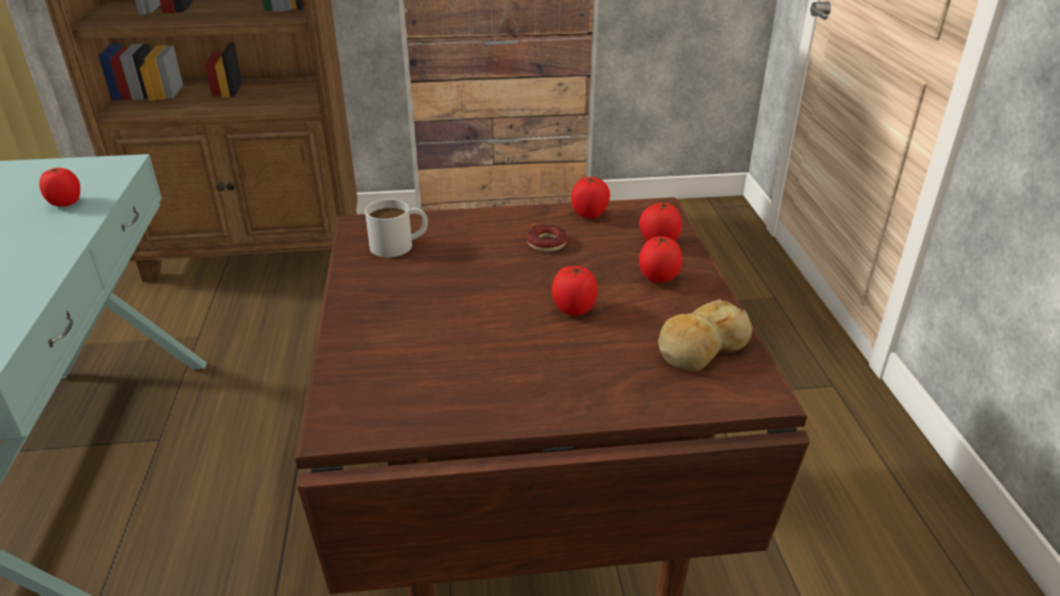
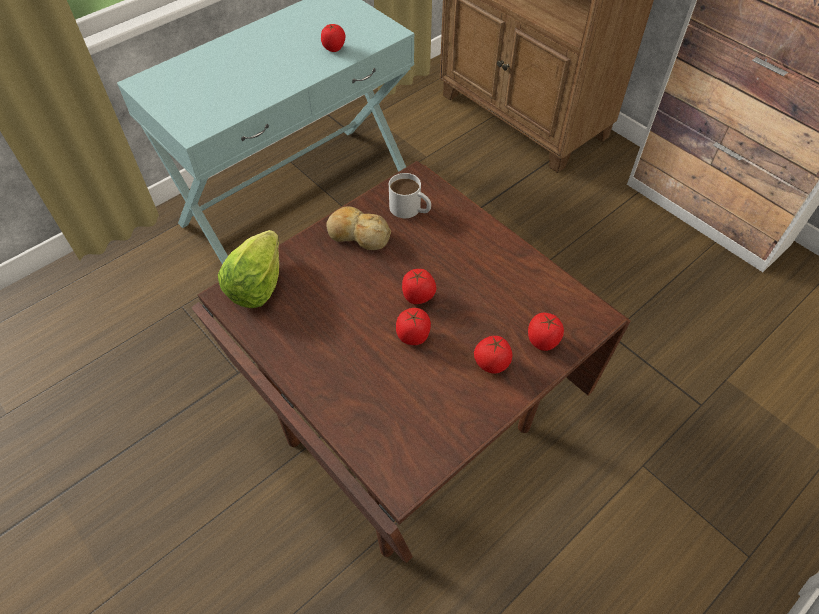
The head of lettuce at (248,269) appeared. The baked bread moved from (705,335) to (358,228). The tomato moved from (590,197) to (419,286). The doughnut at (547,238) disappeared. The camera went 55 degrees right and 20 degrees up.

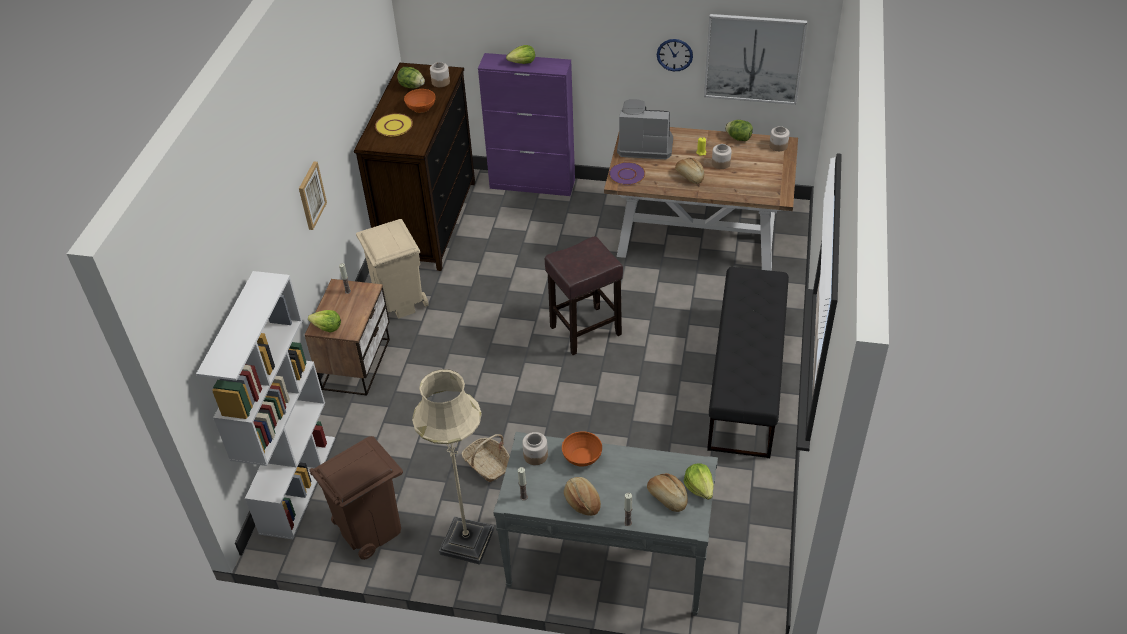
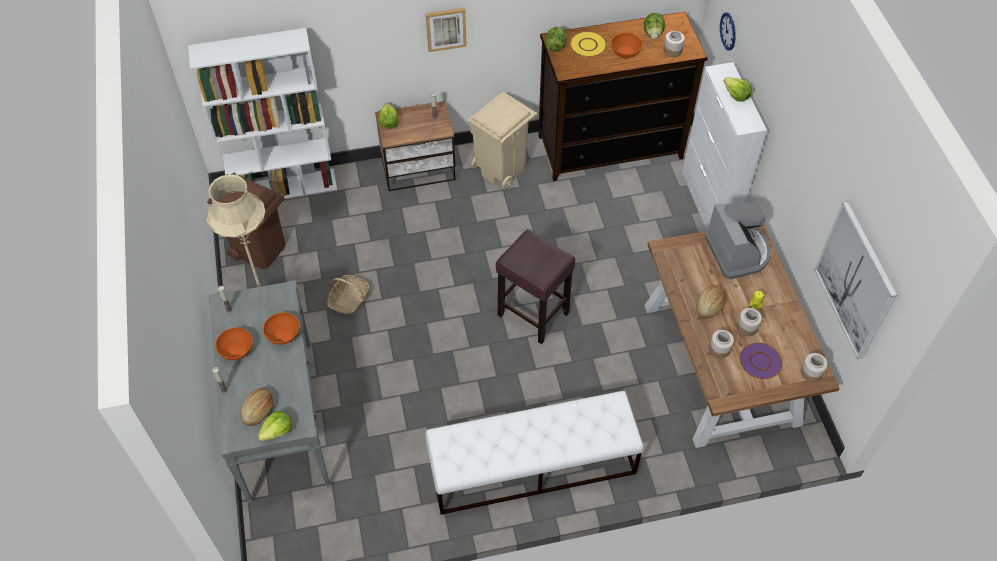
The baked bread at (582,496) was replaced by the deep dish in orange-coloured at (234,343). The long seat in blackish at (748,362) became the long seat in white-coloured at (534,453). The head of lettuce moved from (739,130) to (556,39). The storage cabinet in purplish at (526,124) became the storage cabinet in white-coloured at (724,146). The preserve jar moved from (535,448) to (721,344). The clock on the wall moved from (675,55) to (728,31). The dinner plate in purplish moved from (627,173) to (761,360). The camera went 65 degrees right and 10 degrees up.

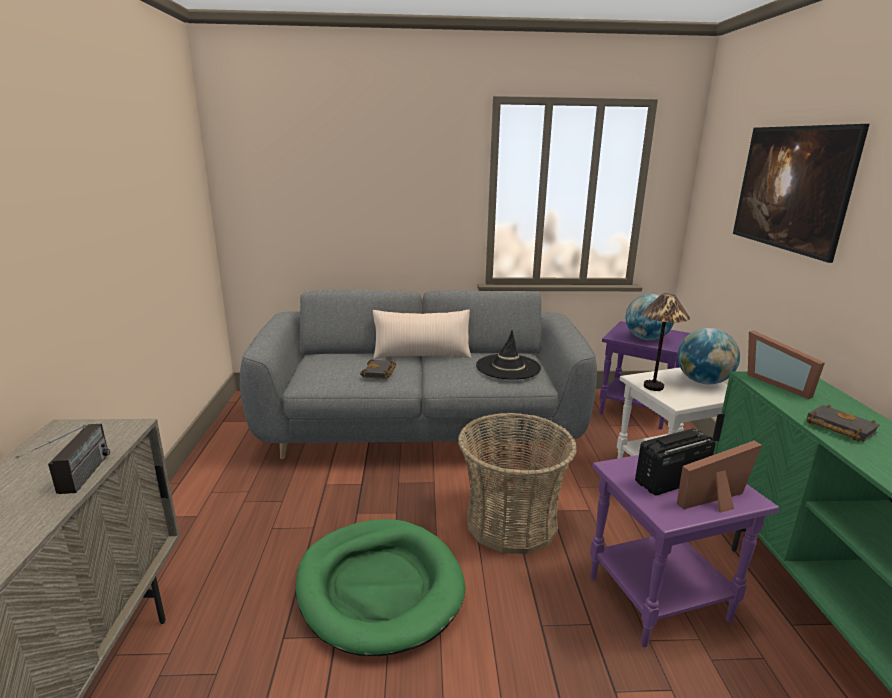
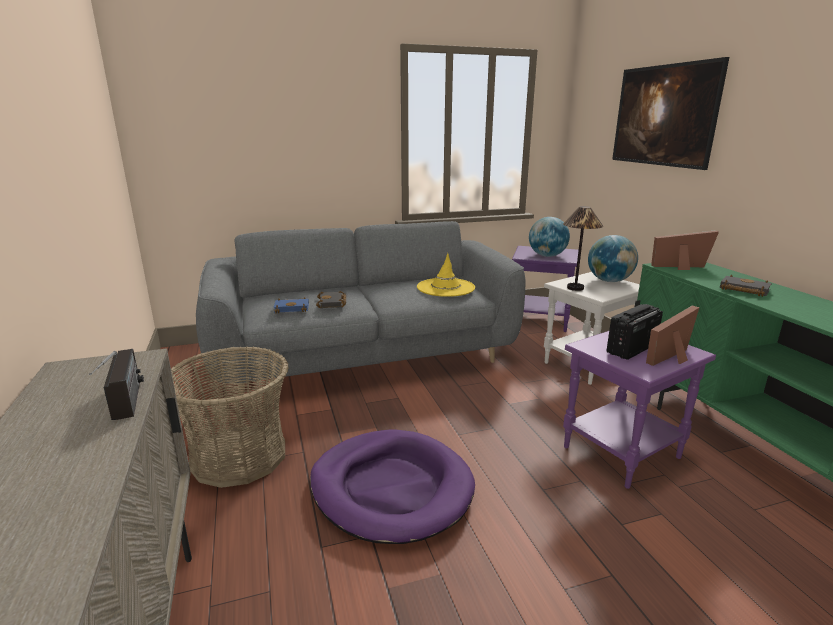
The household basket moved from (517,483) to (230,417). The volume in blue at (291,305) appeared. The dog cushion in greenish at (380,587) became the dog cushion in purplish at (392,486). The wearable hat in blackish at (508,355) became the wearable hat in yellow at (446,275). The photo frame at (786,364) turned 135 degrees clockwise. The pillow in beige at (422,334) disappeared. The camera went 15 degrees left and 0 degrees up.

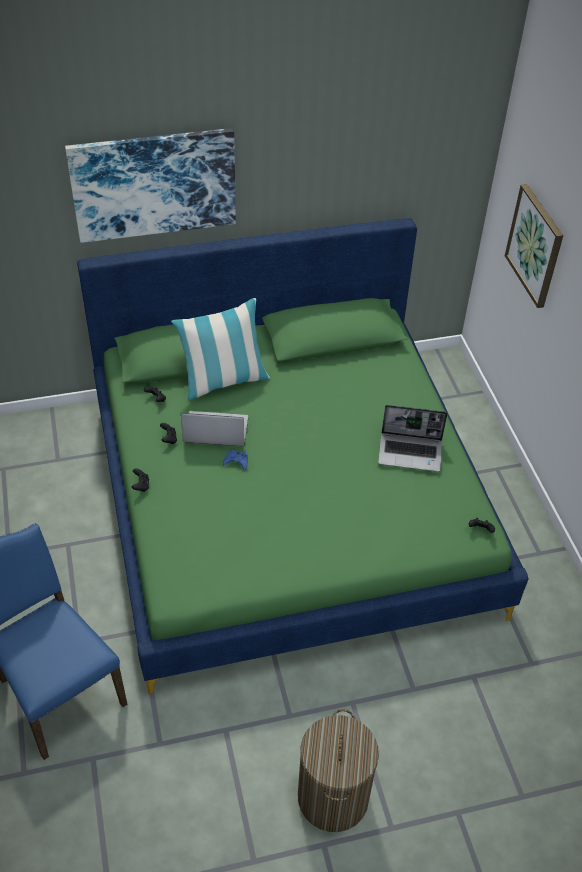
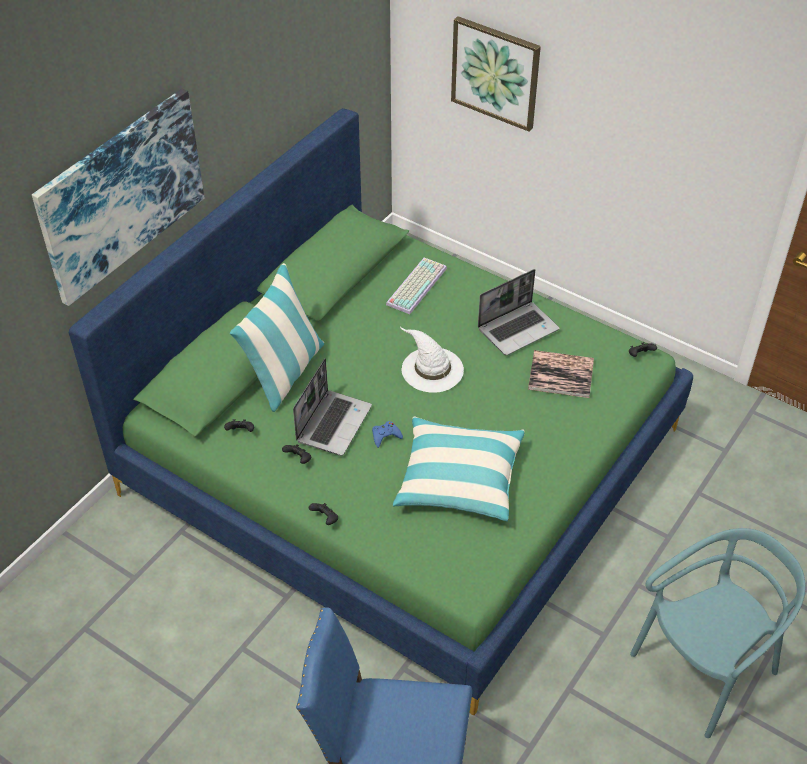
The notebook computer at (214,428) turned 150 degrees clockwise. The computer keyboard at (416,286) appeared. The pillow at (459,469) appeared. The wearable hat in white-coloured at (432,360) appeared. The volume at (561,374) appeared. The hamper at (338,770) was replaced by the chair in turquoise-coloured at (718,633). The camera went 40 degrees left and 0 degrees up.

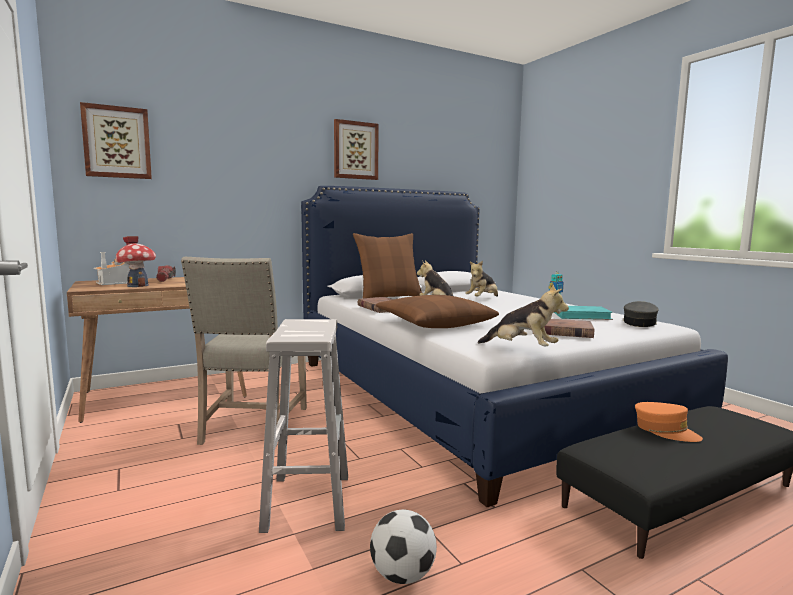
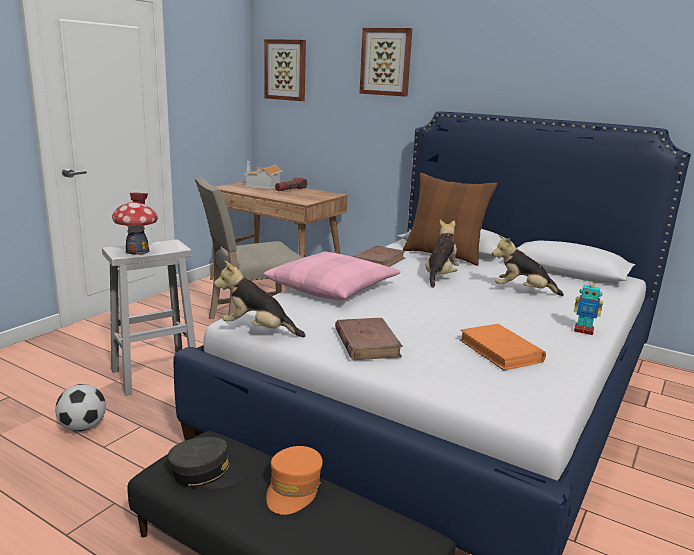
The toy house moved from (135,261) to (135,224). The baseball cap in grey moved from (640,314) to (207,463). The cuddly toy at (523,315) turned 105 degrees clockwise. The pillow in brown-coloured at (437,311) became the pillow in pink-coloured at (332,275). The wall art moved from (356,149) to (386,62). The volume in turquoise-coloured at (583,313) became the volume in orange-coloured at (502,347). The camera went 60 degrees right and 10 degrees up.

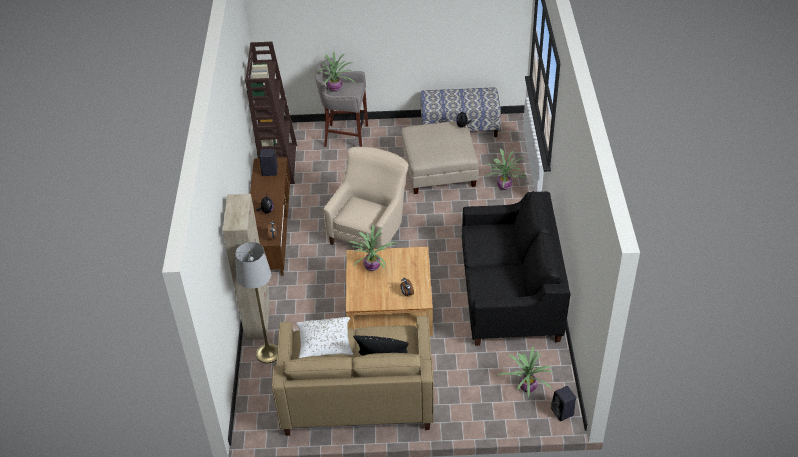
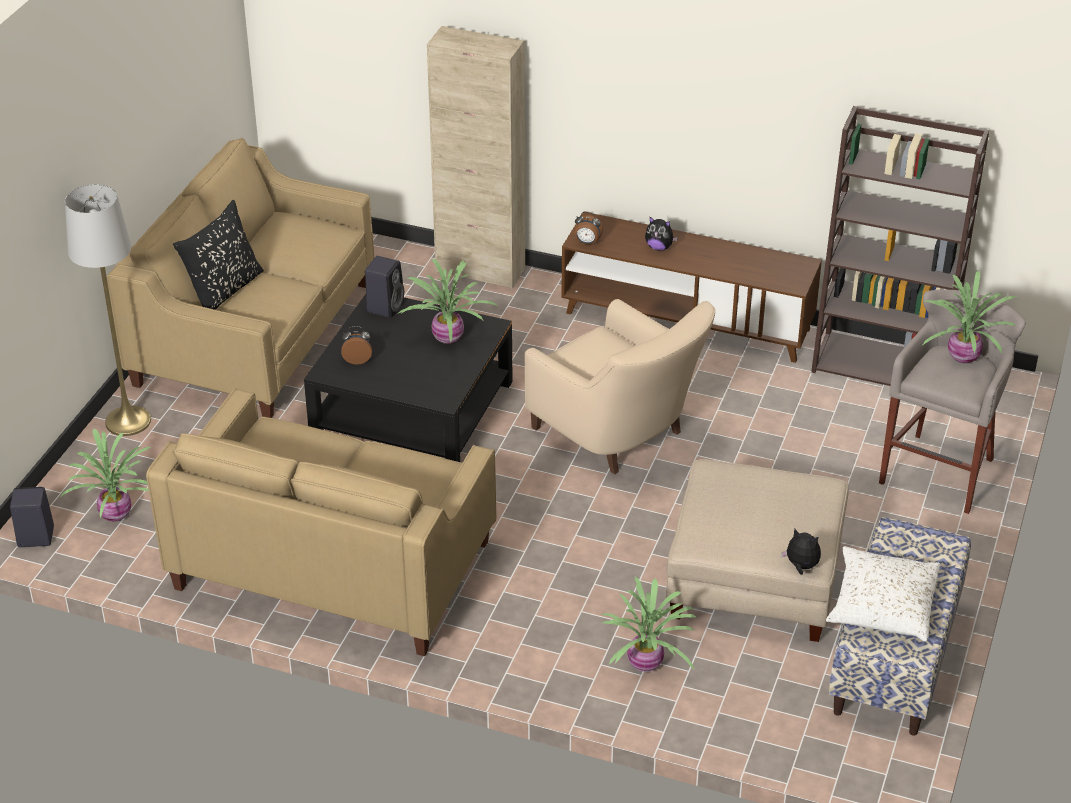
The standing lamp in grey moved from (256,302) to (108,310). The settee in blackish at (516,268) became the settee in beige at (321,522). The lounge table in beige at (389,291) became the lounge table in blackish at (408,378). The speaker in blackish moved from (268,162) to (384,287). The pillow in white-coloured moved from (324,337) to (883,593). The camera went 110 degrees right and 5 degrees down.

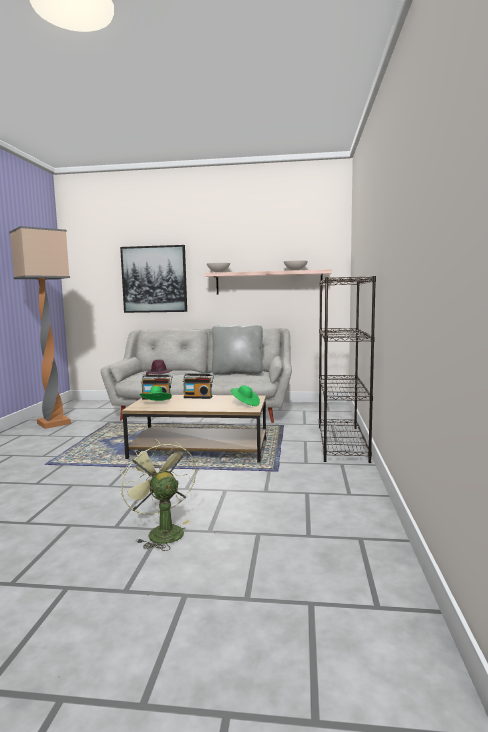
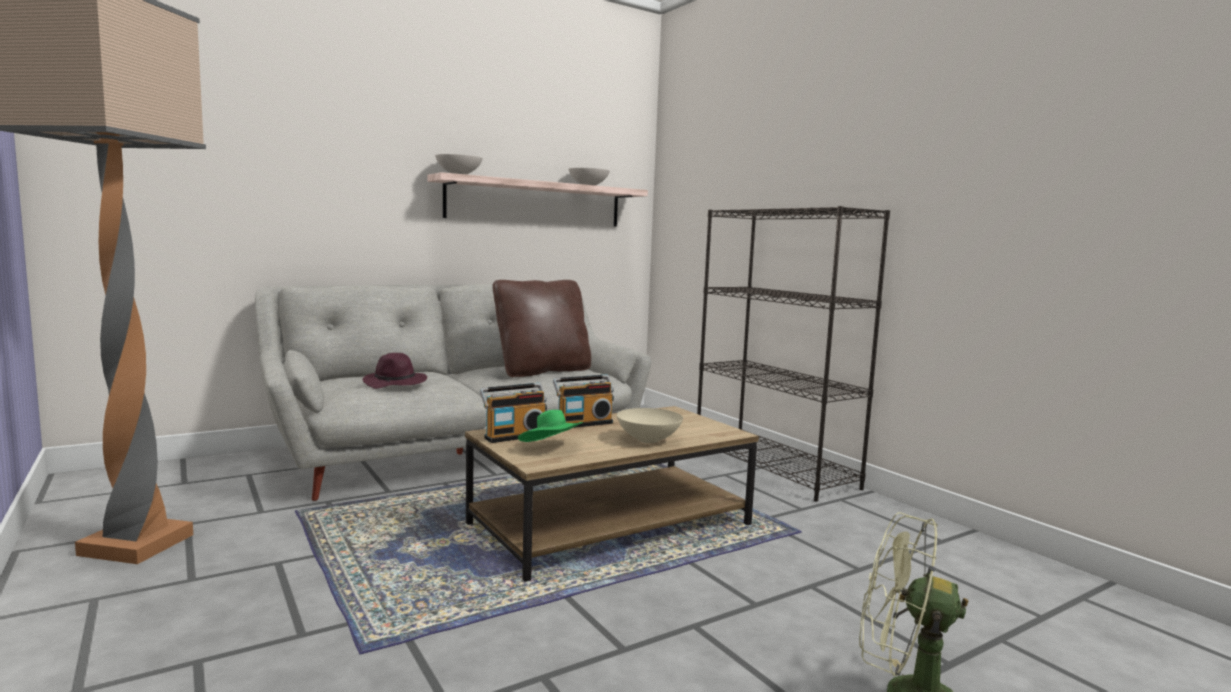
The pillow in grey at (237,350) became the pillow in brown-coloured at (541,328). The deep dish in beige at (650,425) appeared. The wall art at (153,279) disappeared. The wearable hat in greenish at (245,395) disappeared. The camera went 40 degrees left and 0 degrees up.

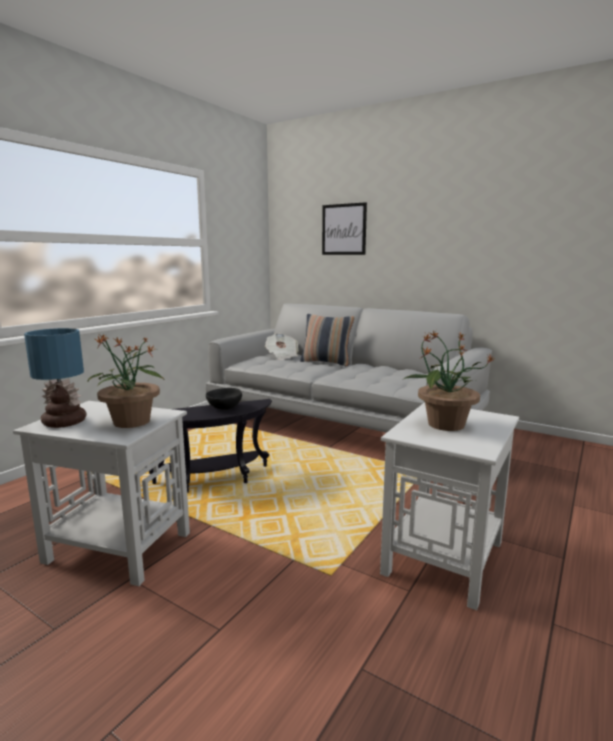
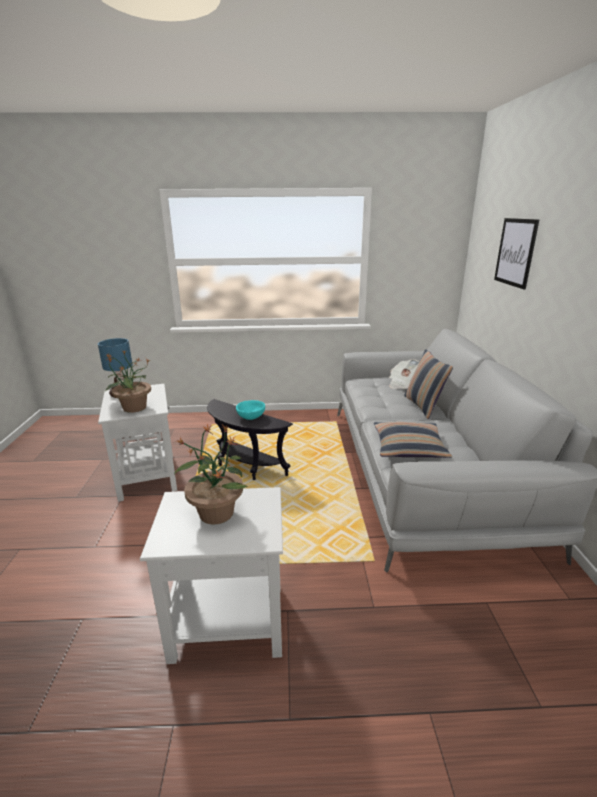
The deep dish in blackish at (224,399) became the deep dish in turquoise-coloured at (250,410). The pillow at (413,440) appeared. The camera went 55 degrees right and 10 degrees up.

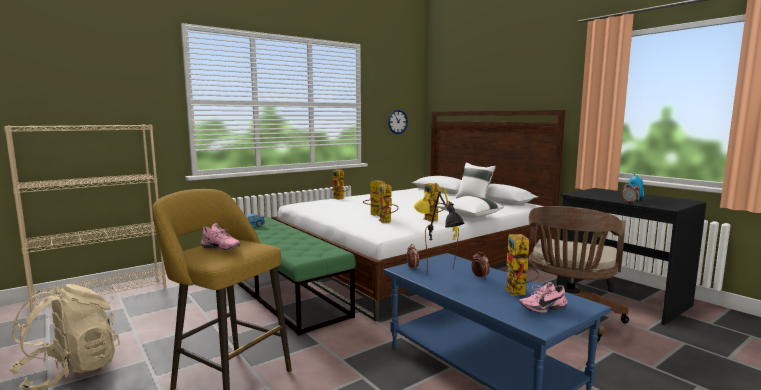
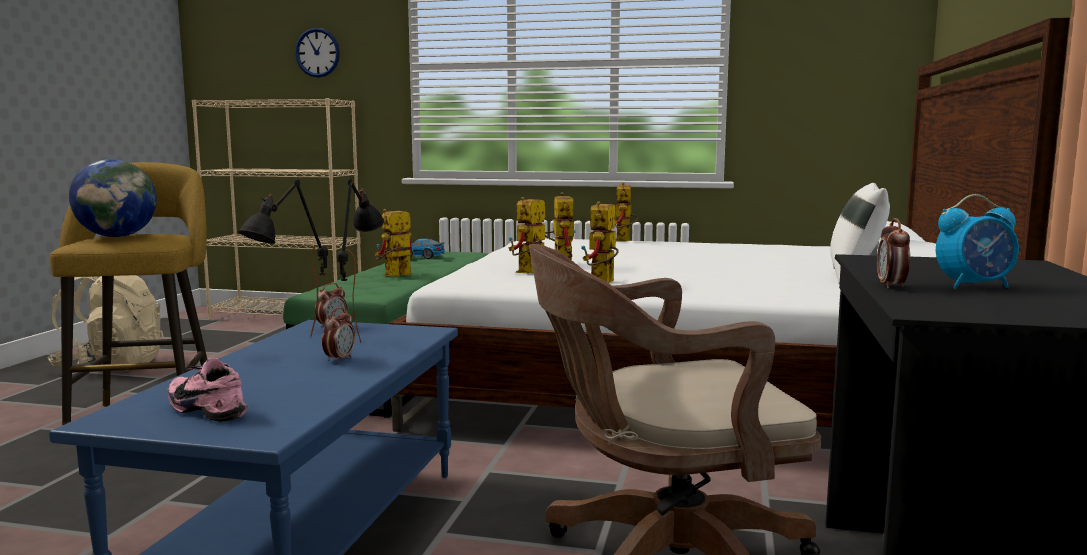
The item of footwear in pink-coloured at (221,236) was replaced by the world globe at (113,198). The clock on the wall moved from (398,122) to (317,53). The tabletop lamp in yellow at (436,227) became the tabletop lamp in blackish at (360,260). The model robot moved from (522,265) to (394,243). The pillow in white-coloured at (470,207) disappeared. The camera went 50 degrees right and 0 degrees up.

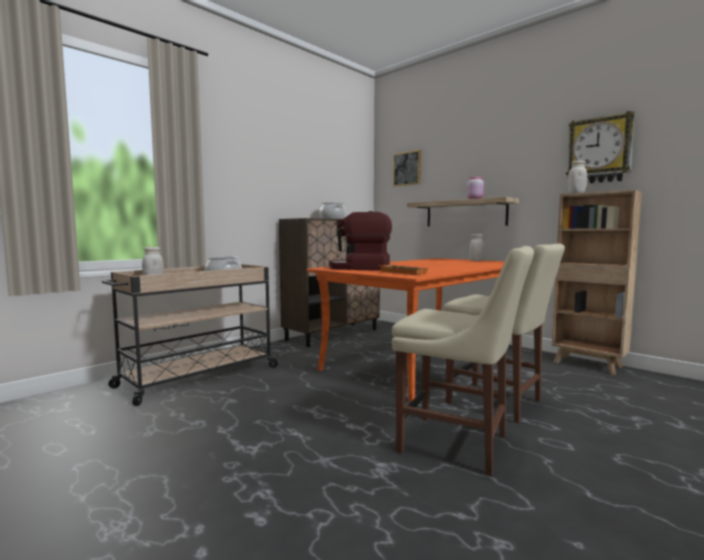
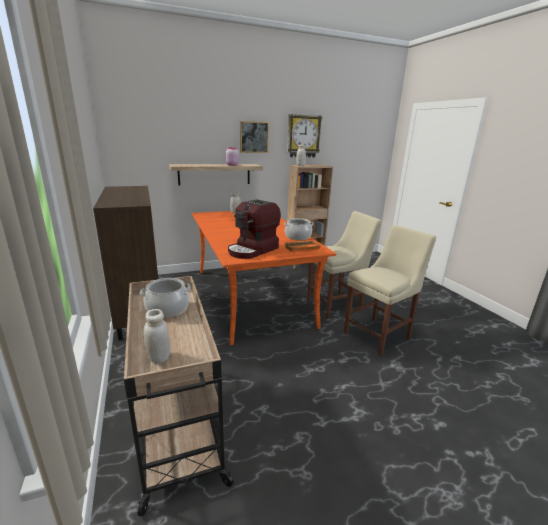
The wall art moved from (407,168) to (254,137). The stockpot moved from (333,211) to (299,229). The camera went 65 degrees left and 15 degrees up.

